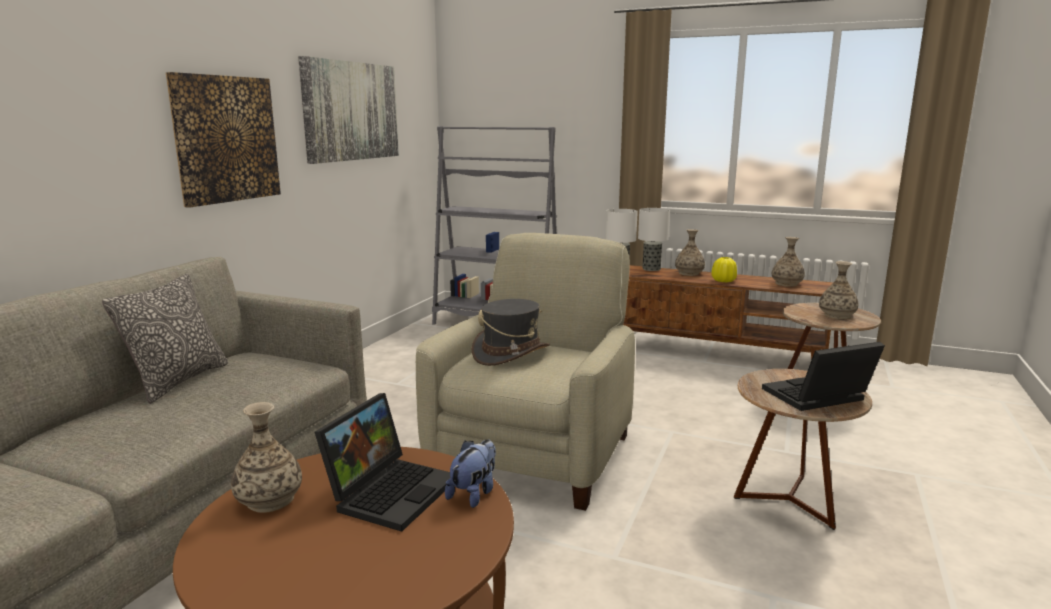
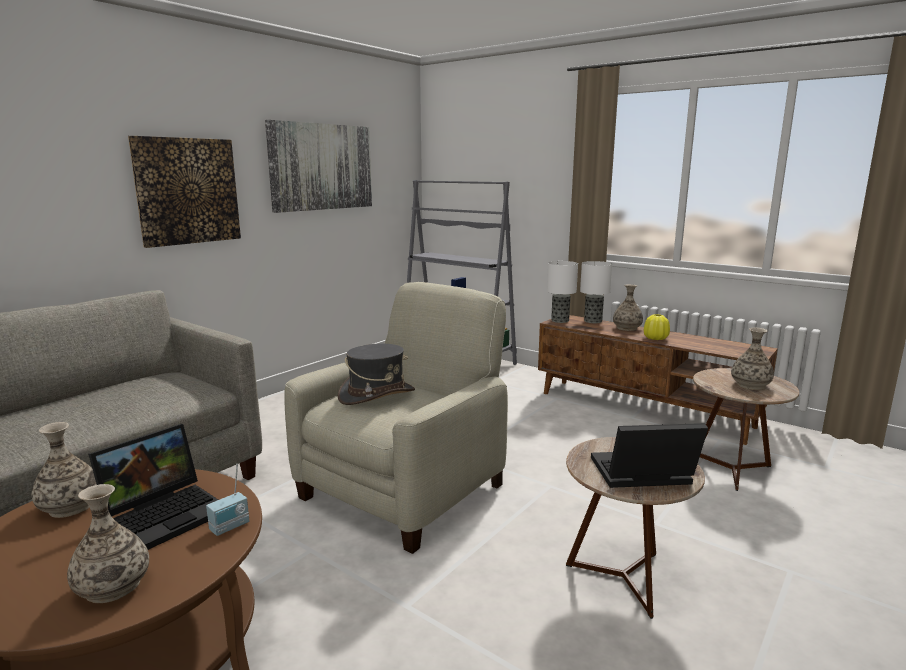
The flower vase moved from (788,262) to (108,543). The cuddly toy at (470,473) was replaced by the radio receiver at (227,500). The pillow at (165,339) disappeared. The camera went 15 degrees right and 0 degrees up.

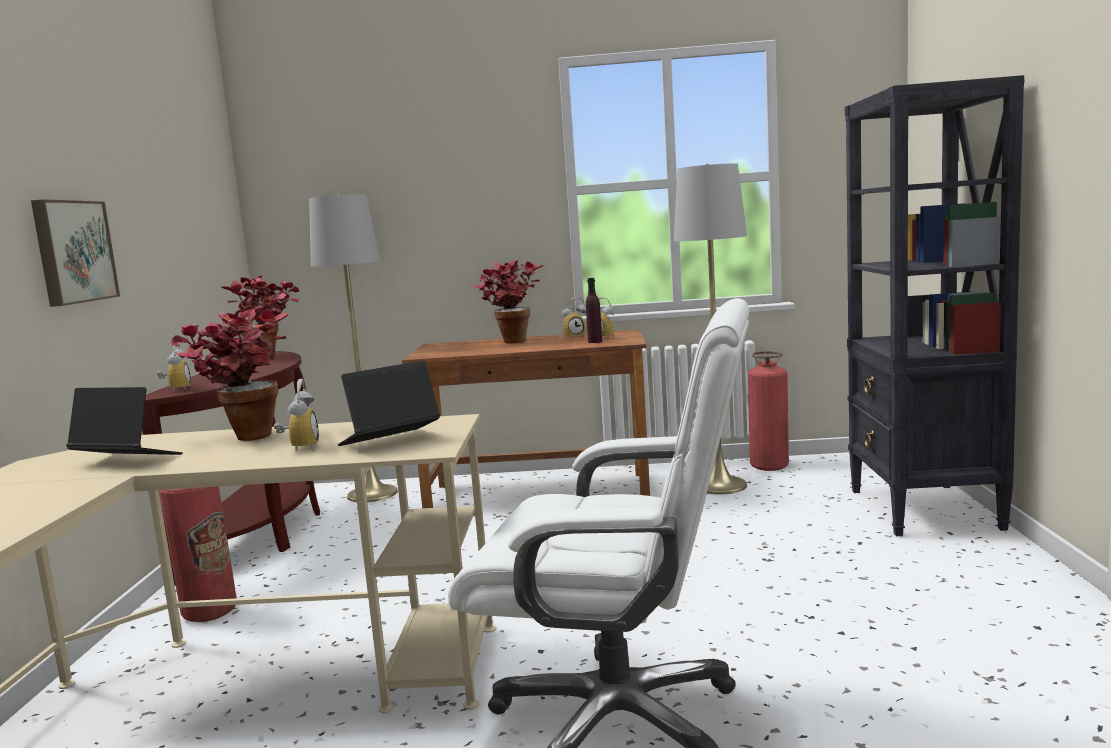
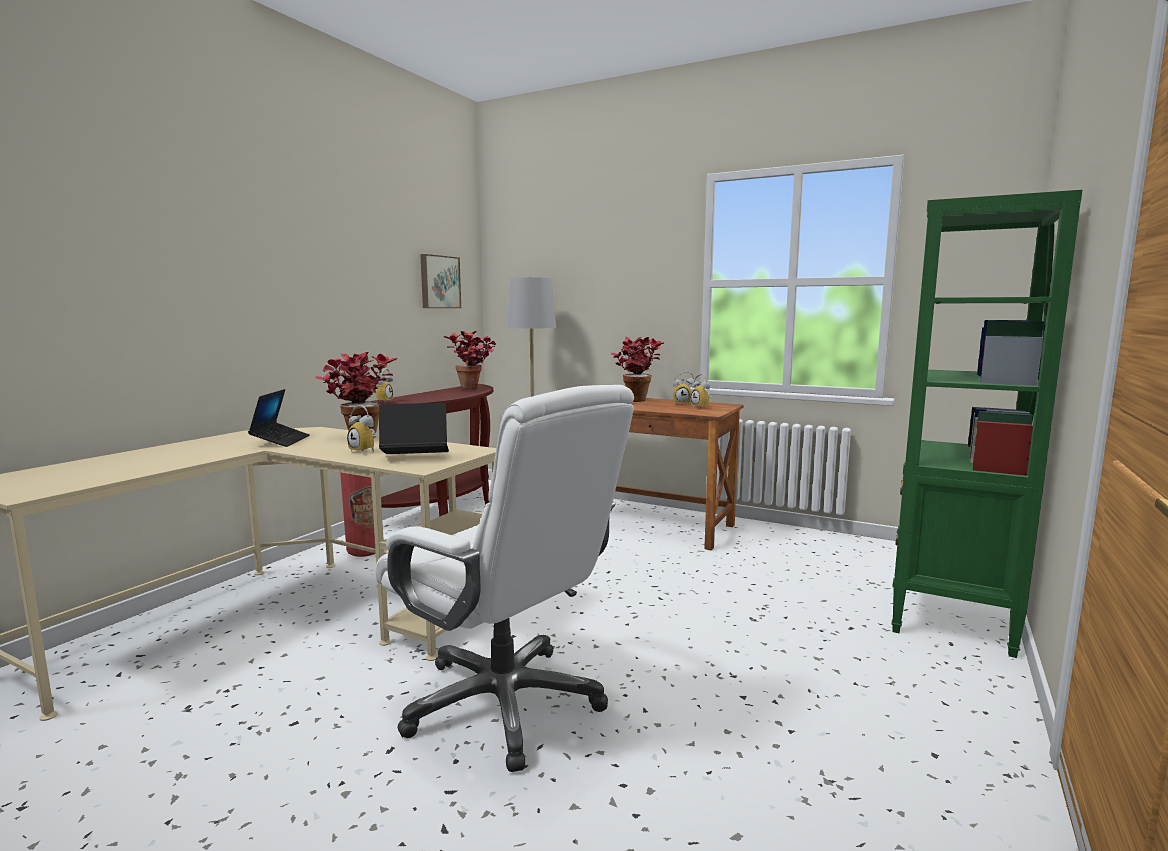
The notebook computer at (124,421) turned 45 degrees clockwise. The bedside clock at (296,415) turned 105 degrees clockwise. The wall art moved from (75,253) to (440,281). The shelving unit in blackish at (934,305) became the shelving unit in greenish at (986,424). The bottle in purplish at (594,310) disappeared. The standing lamp in grey at (710,329) disappeared. The extinguisher at (768,411) disappeared. The camera went 25 degrees right and 0 degrees up.

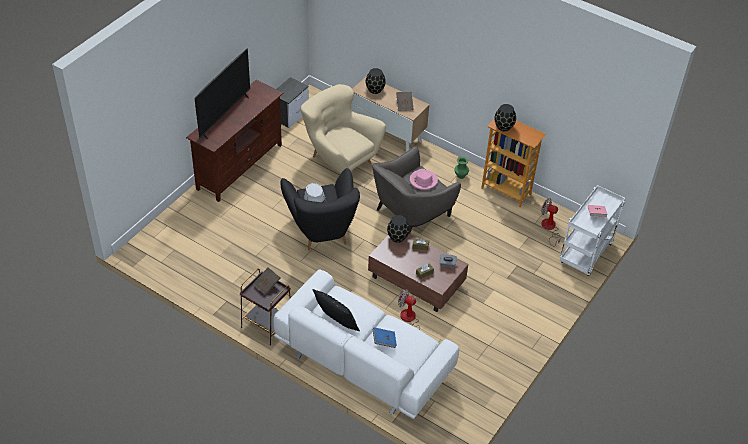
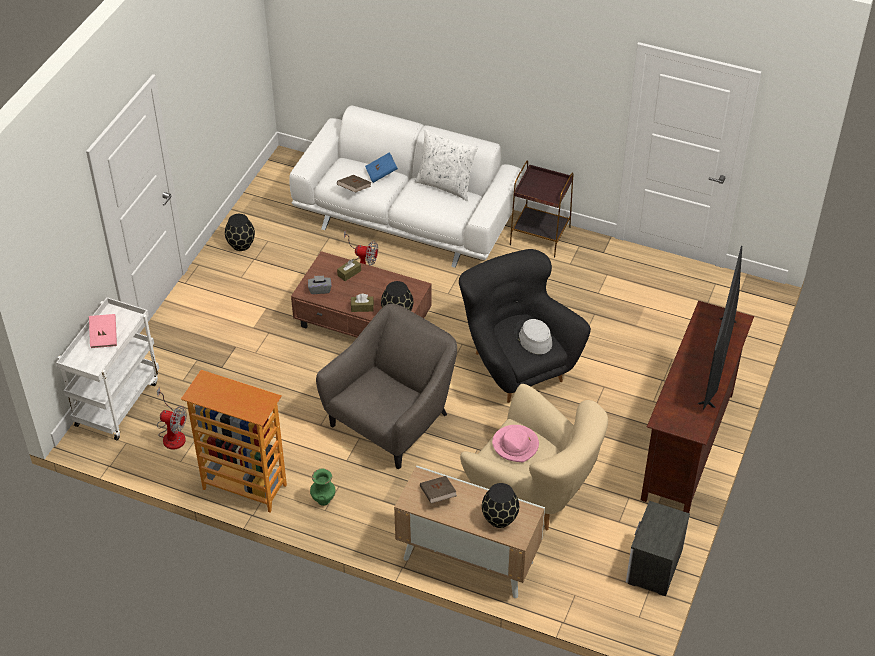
The flower vase in blackish moved from (505,117) to (240,232). The volume in brown-coloured moved from (267,281) to (354,184). The pillow in blackish at (336,310) became the pillow in white-coloured at (446,165). The wearable hat in pink-coloured moved from (424,179) to (515,443). The camera went 170 degrees right and 0 degrees up.

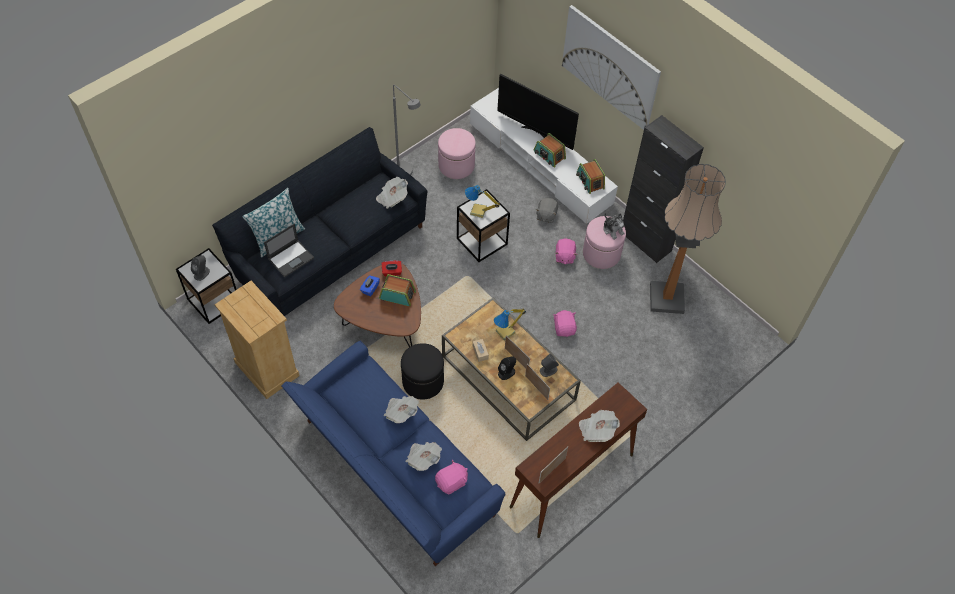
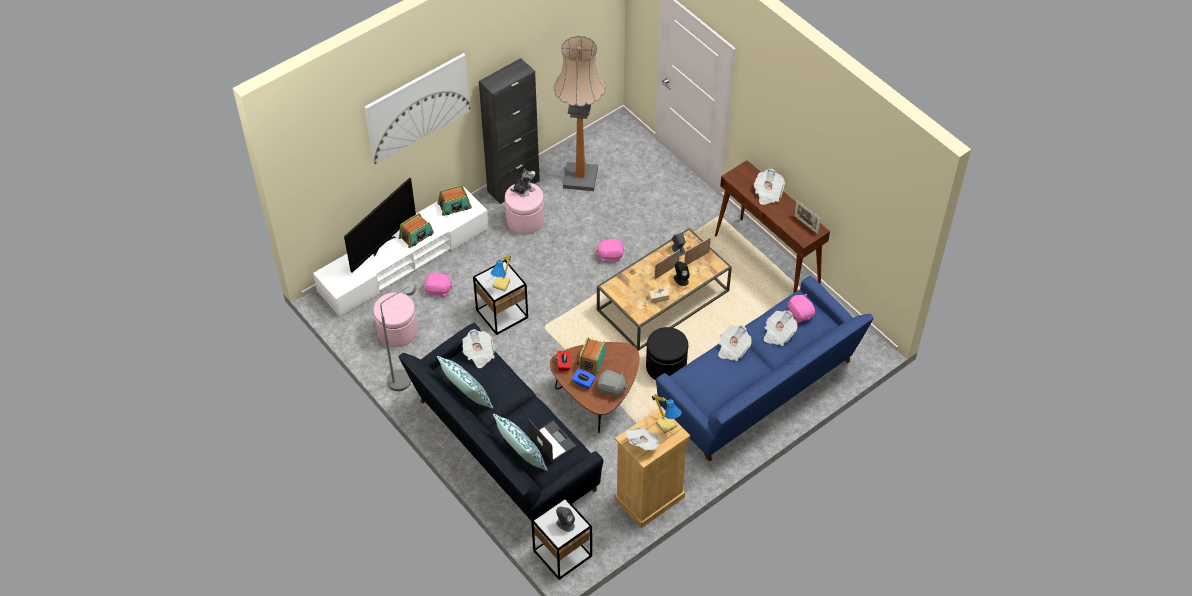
The cuddly toy in pink-coloured moved from (566,251) to (439,285). The pillow at (465,382) appeared. The cuddly toy in grey moved from (547,210) to (612,384). The printed paper at (643,438) appeared. The tabletop lamp moved from (510,325) to (667,414). The camera went 85 degrees left and 5 degrees down.

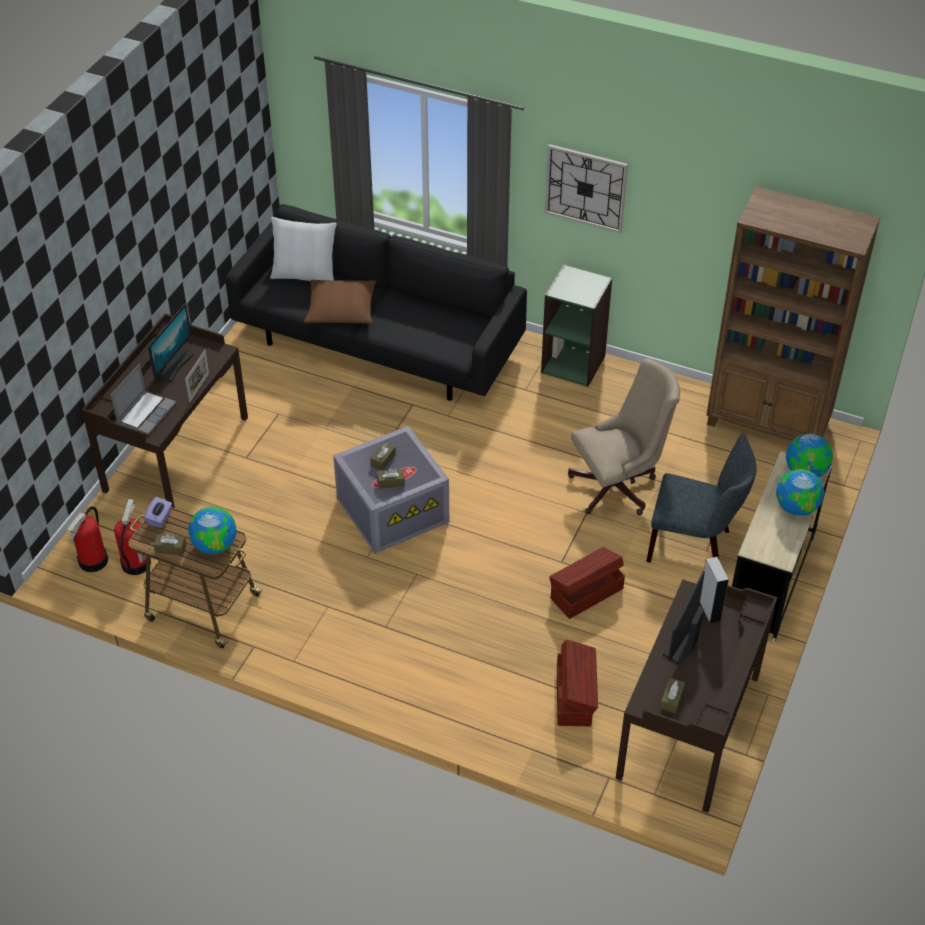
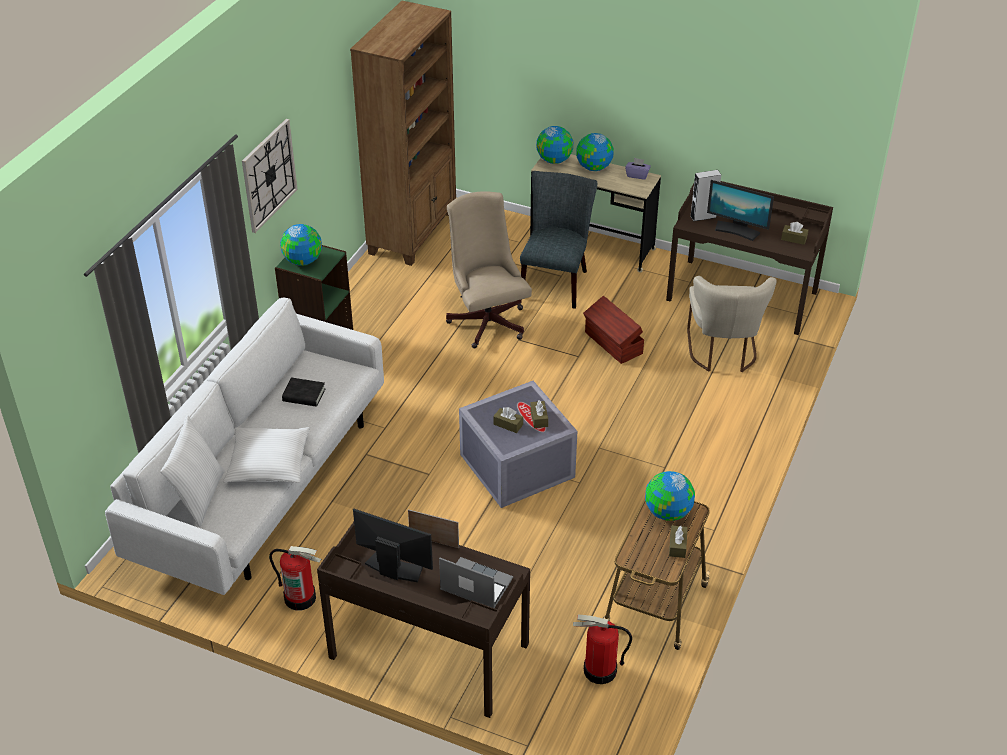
The settee in blackish at (376,302) became the settee in white-coloured at (244,446). The pillow in brown-coloured at (340,302) became the pillow in white-coloured at (266,455). The extinguisher moved from (87,539) to (295,578). The world globe at (301,245) appeared. The volume in blackish at (303,392) appeared. The tissue holder in purplish moved from (158,512) to (638,169). The storage container in brown-coloured at (577,682) was replaced by the chair in beige at (732,324). The camera went 90 degrees left and 5 degrees down.

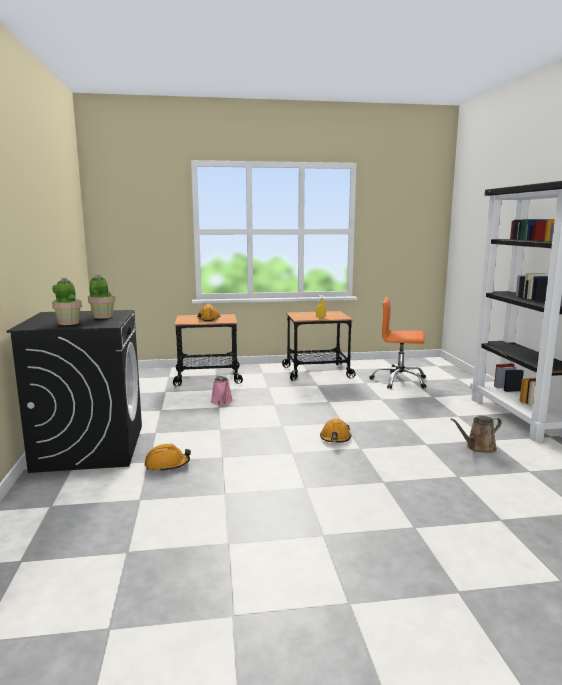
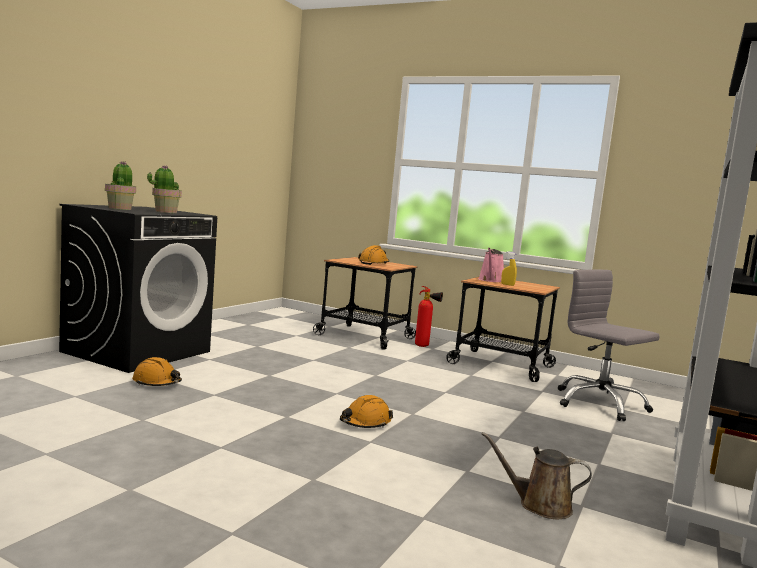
The extinguisher at (429,316) appeared. The watering can in pink-coloured moved from (222,390) to (491,265). The computer chair in orange-coloured at (397,343) became the computer chair in grey at (609,345). The camera went 35 degrees right and 5 degrees down.

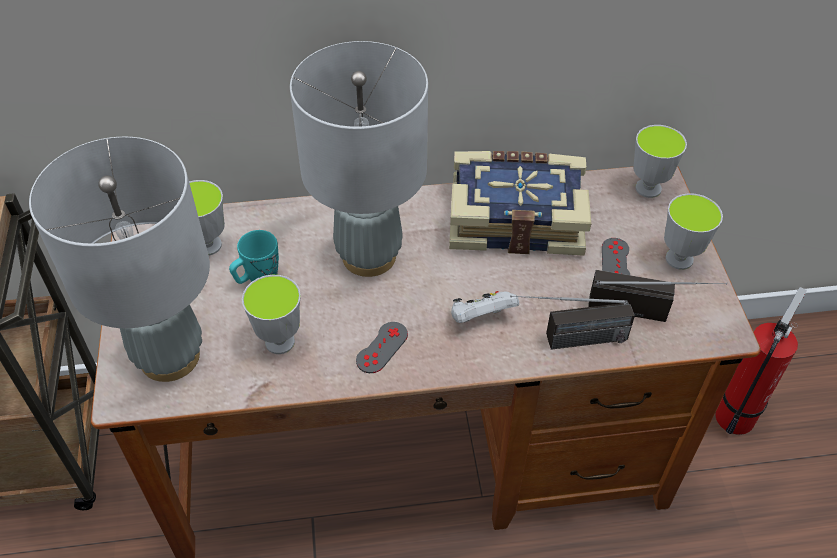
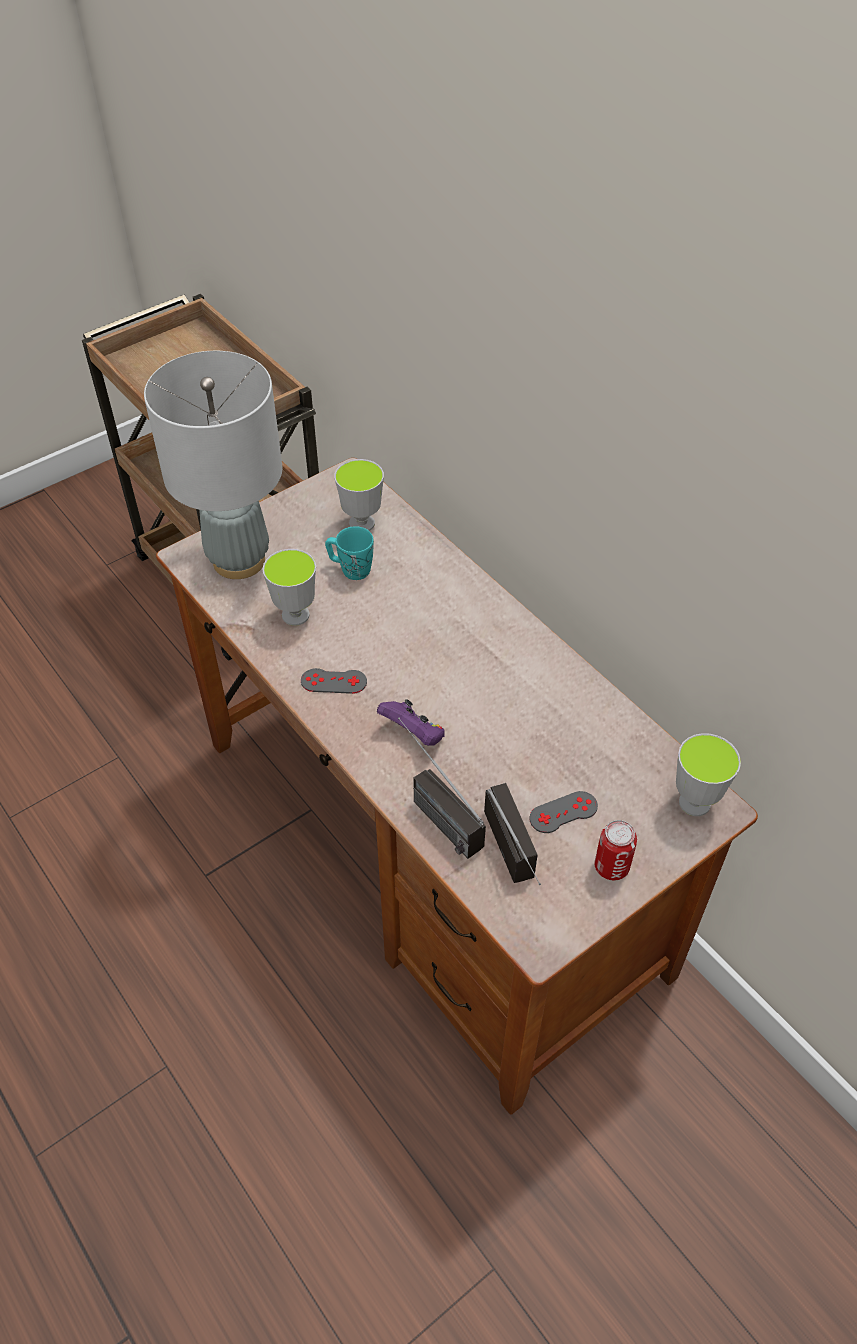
The gamepad in white-coloured at (485,307) became the gamepad in purplish at (411,722). The small cup at (693,231) was replaced by the can at (615,850). The tabletop lamp in grey at (359,159) disappeared. The volume at (520,203) disappeared. The extinguisher at (761,361) disappeared. The camera went 60 degrees right and 0 degrees up.

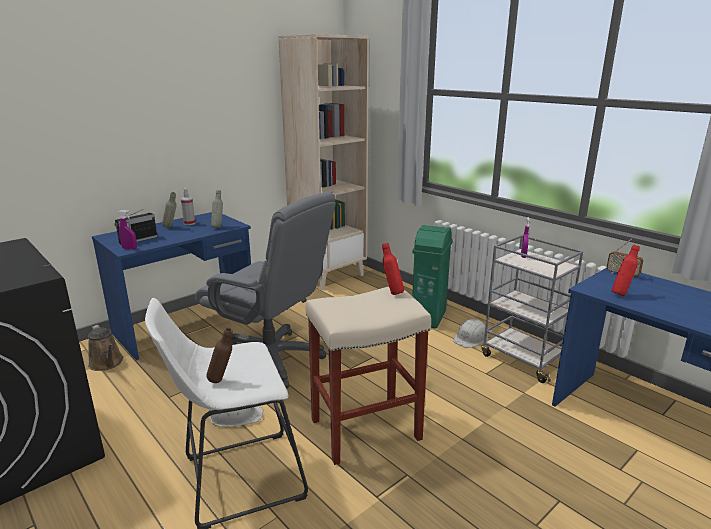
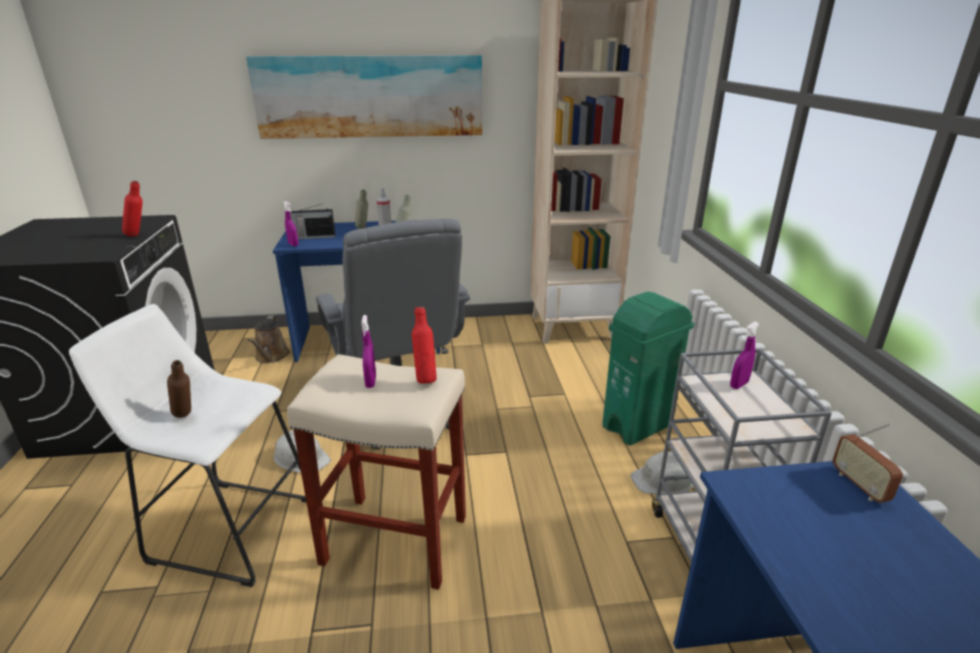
The bottle in red-coloured moved from (626,270) to (132,209). The wall art at (364,97) appeared. The sprayer in purplish at (368,351) appeared. The camera went 35 degrees right and 5 degrees up.

